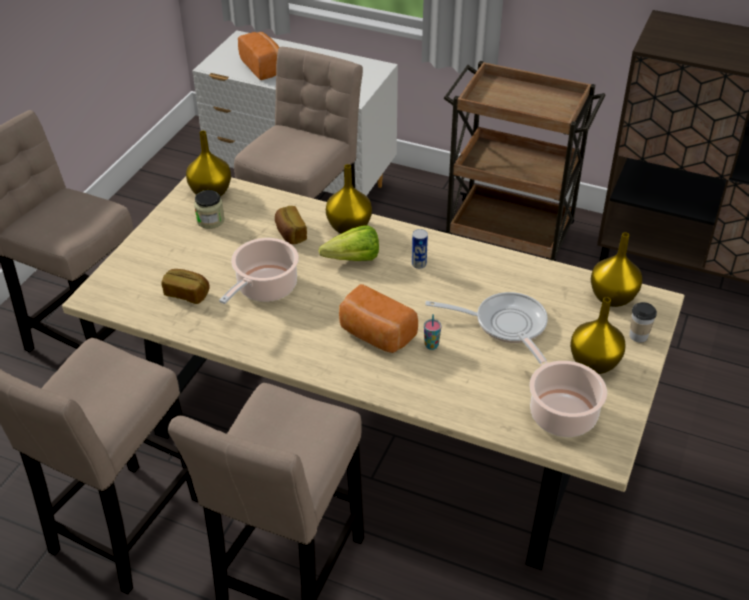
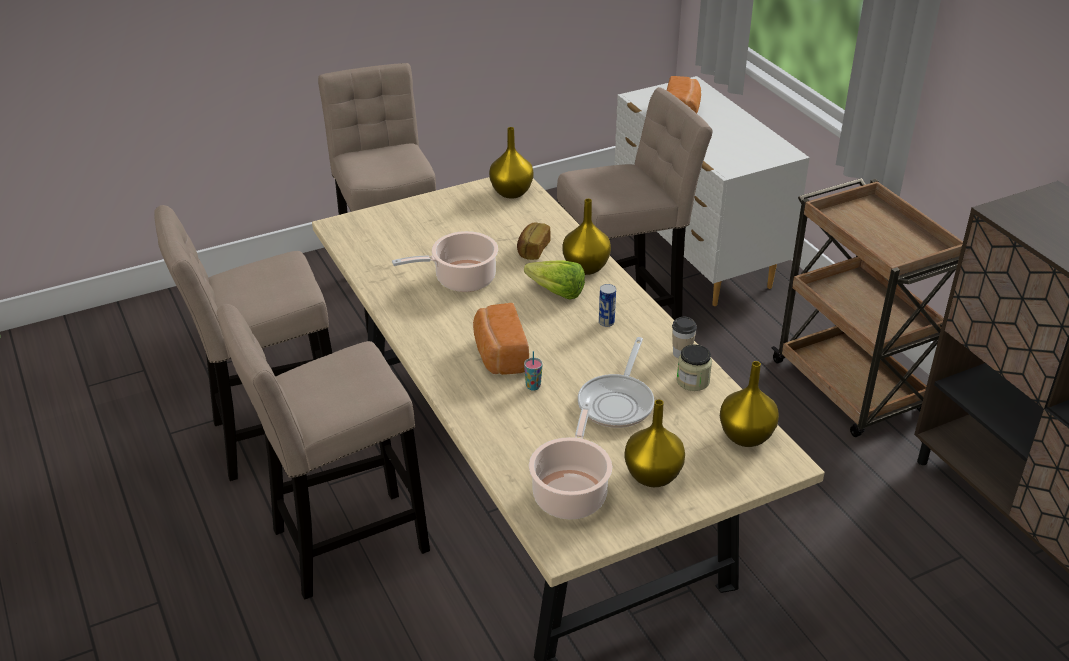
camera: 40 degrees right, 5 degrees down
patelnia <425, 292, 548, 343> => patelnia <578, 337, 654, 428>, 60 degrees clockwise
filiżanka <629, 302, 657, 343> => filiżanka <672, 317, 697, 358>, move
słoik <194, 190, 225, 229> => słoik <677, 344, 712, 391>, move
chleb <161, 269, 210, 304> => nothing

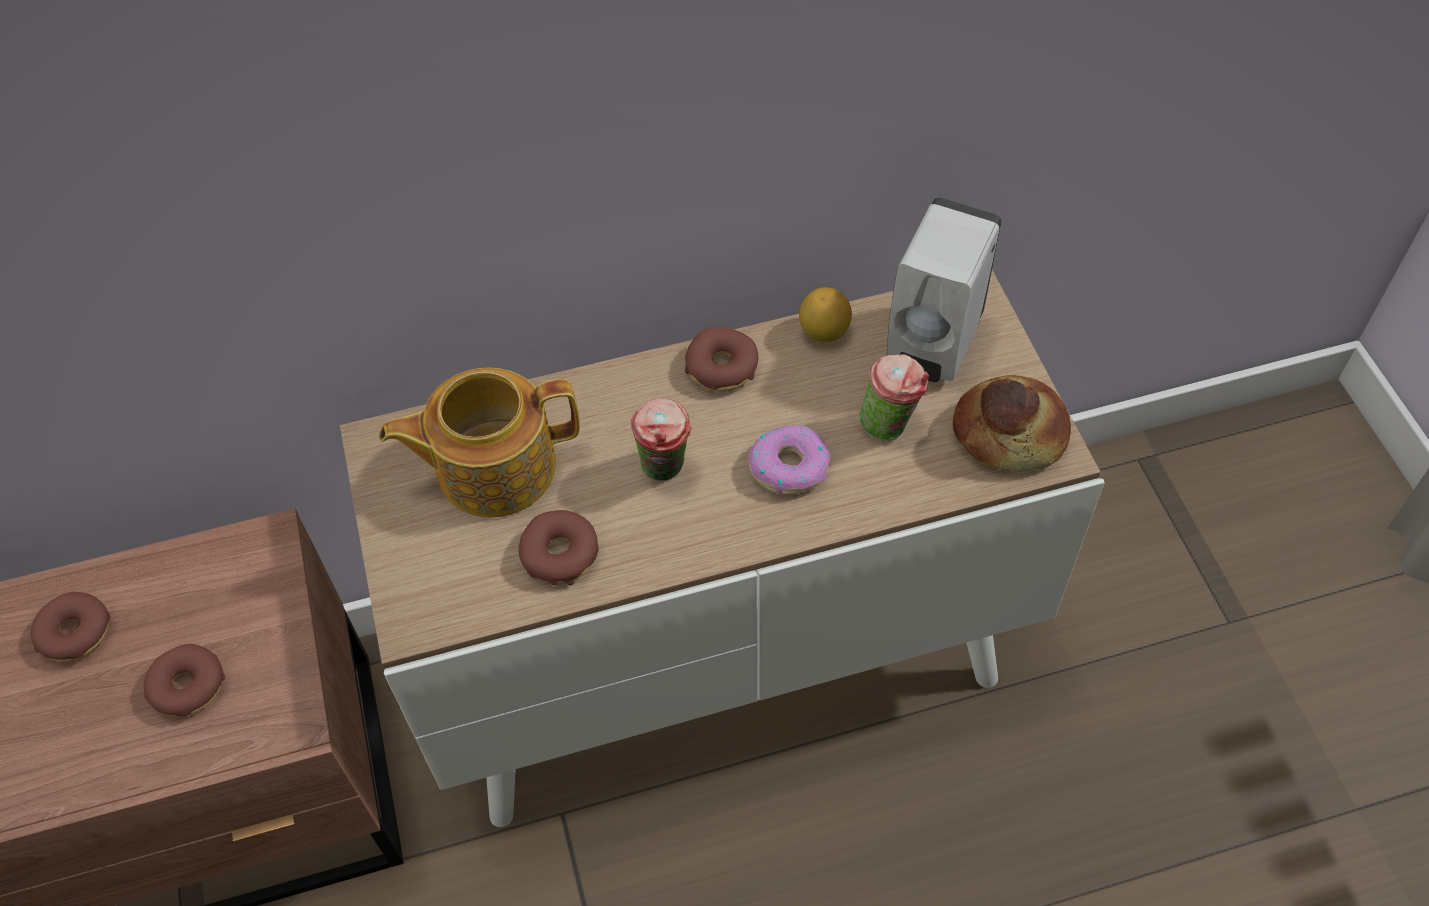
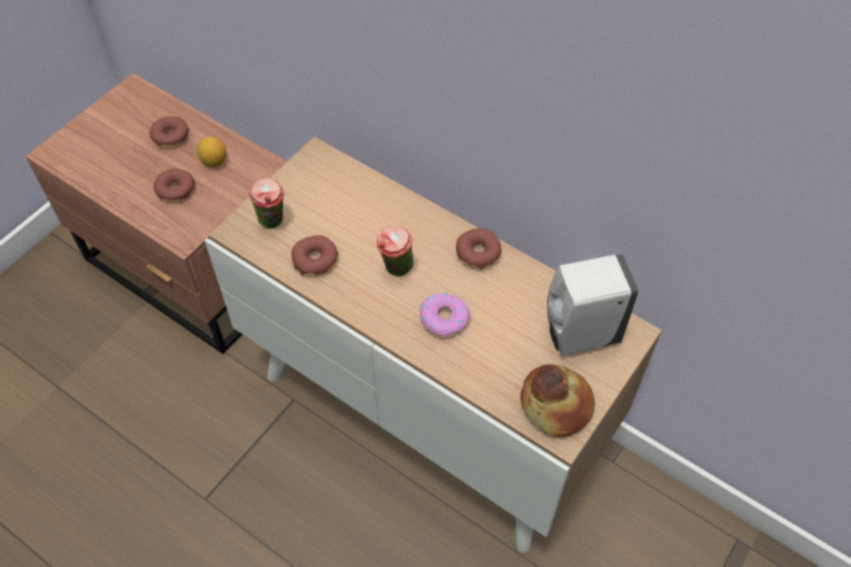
camera: 50 degrees right, 0 degrees up
cytryna <799, 287, 852, 342> => cytryna <197, 137, 226, 167>, move
filiżanka <859, 354, 929, 441> => filiżanka <249, 178, 284, 228>, move
imbryk <379, 368, 580, 517> => nothing

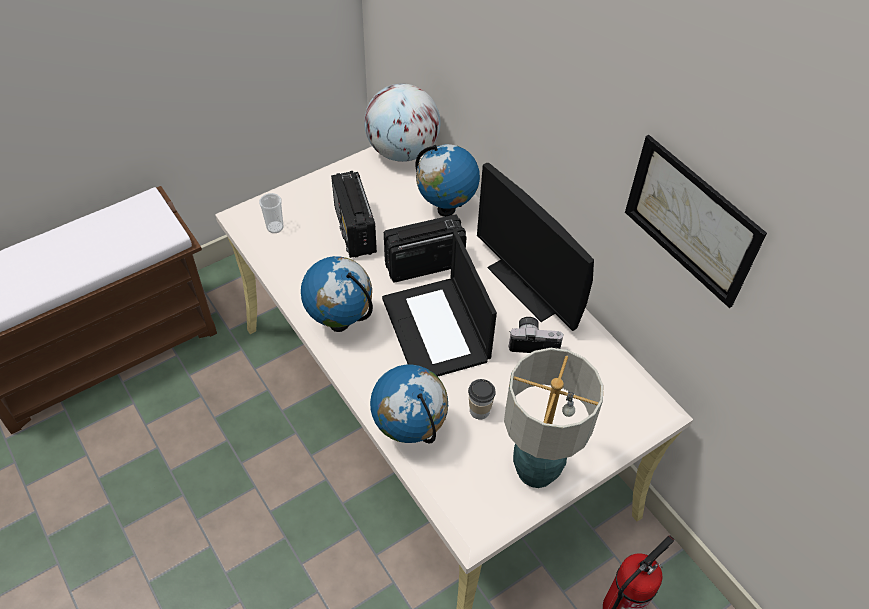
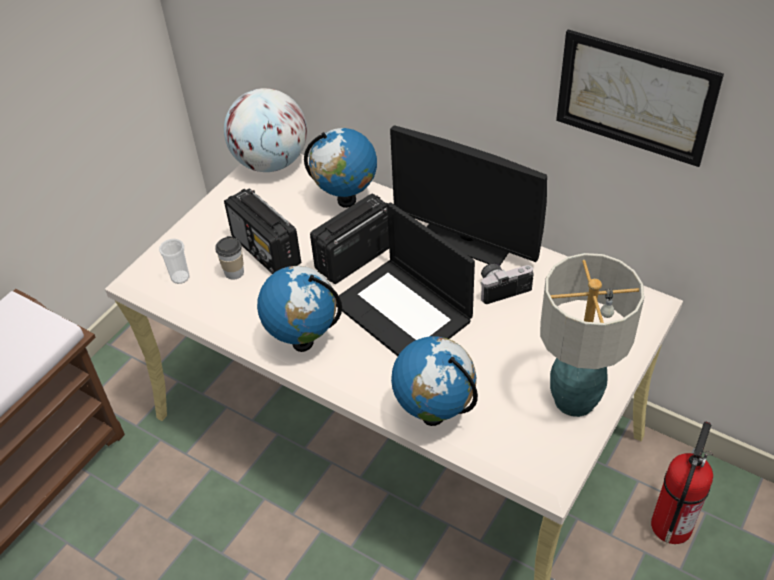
camera: 20 degrees left, 5 degrees down
filiżanka <468, 379, 496, 420> => filiżanka <215, 236, 244, 280>, move

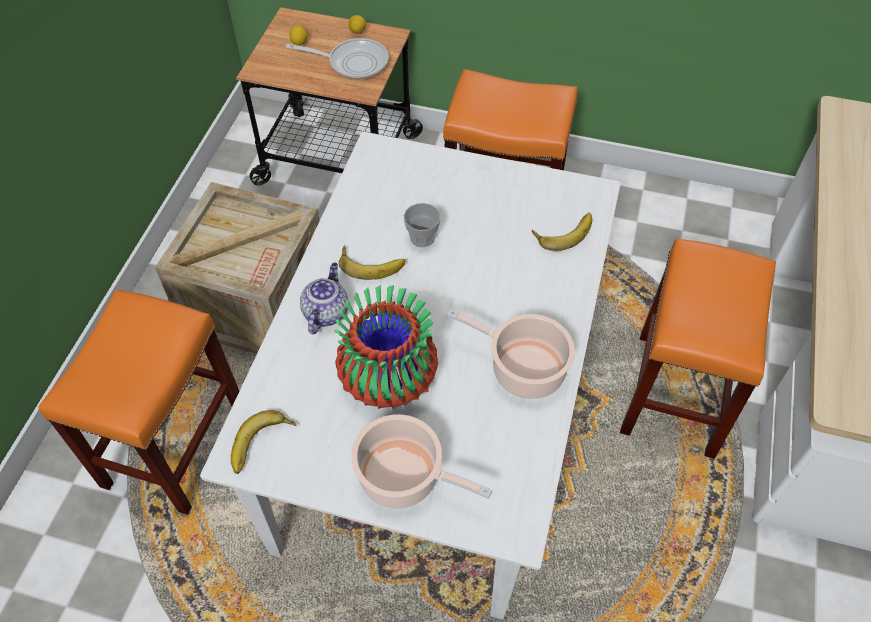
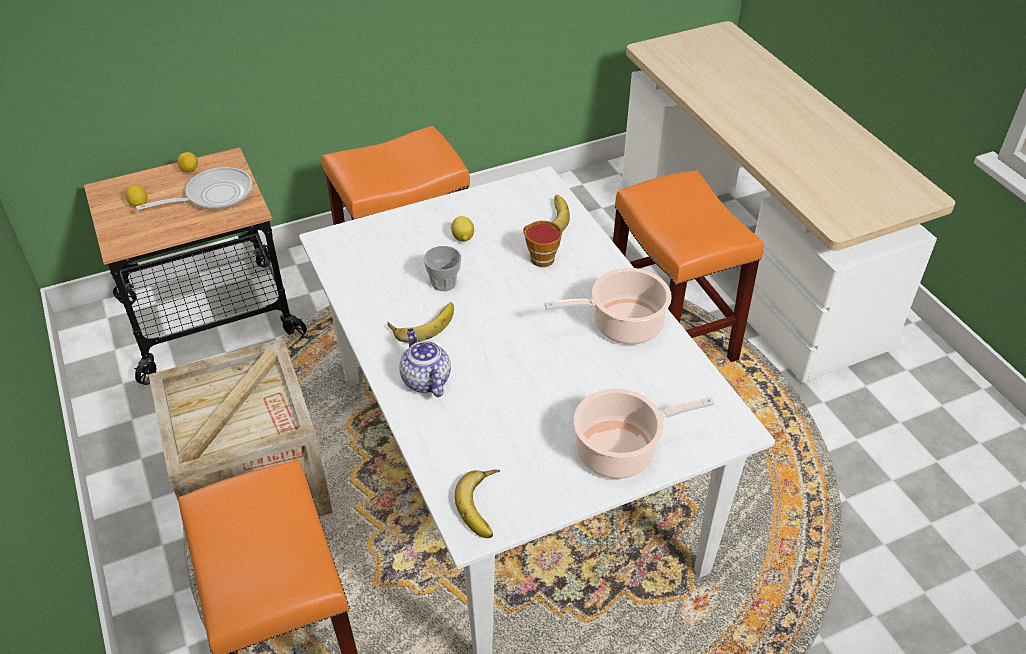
camera: 40 degrees left, 10 degrees down
nothing => cytryna <451, 216, 474, 242>
nothing => filiżanka <523, 221, 562, 267>
wazon <334, 285, 438, 409> => nothing

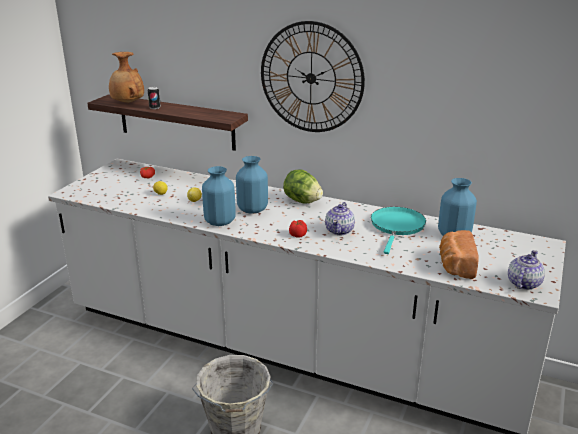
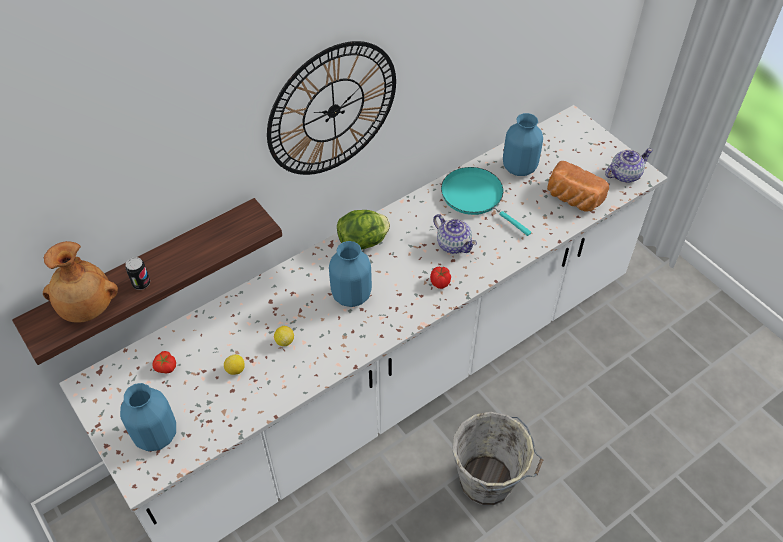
camera: 60 degrees left, 25 degrees up
wazon [niebieski] <202, 166, 236, 226> => wazon [niebieski] <120, 383, 176, 451>, move
imbryk <508, 250, 545, 290> => imbryk <605, 148, 653, 183>, 90 degrees clockwise

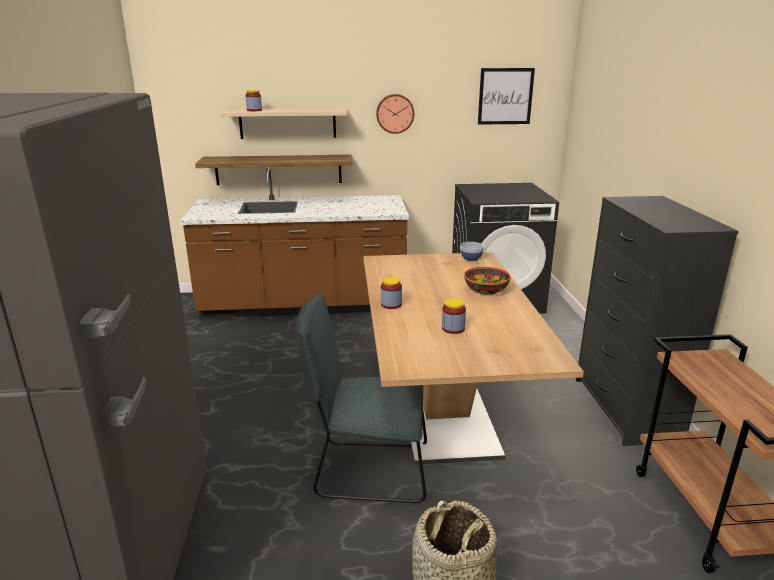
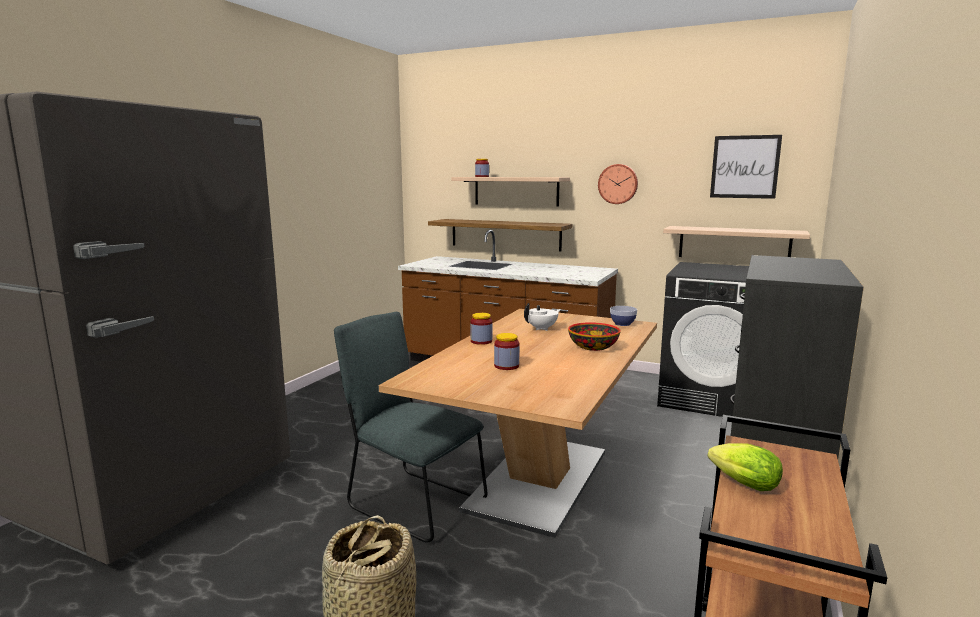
camera: 30 degrees right, 10 degrees down
nothing => imbryk [biały] <524, 303, 561, 331>
nothing => półka <663, 226, 810, 257>
nothing => sałata <708, 443, 783, 491>

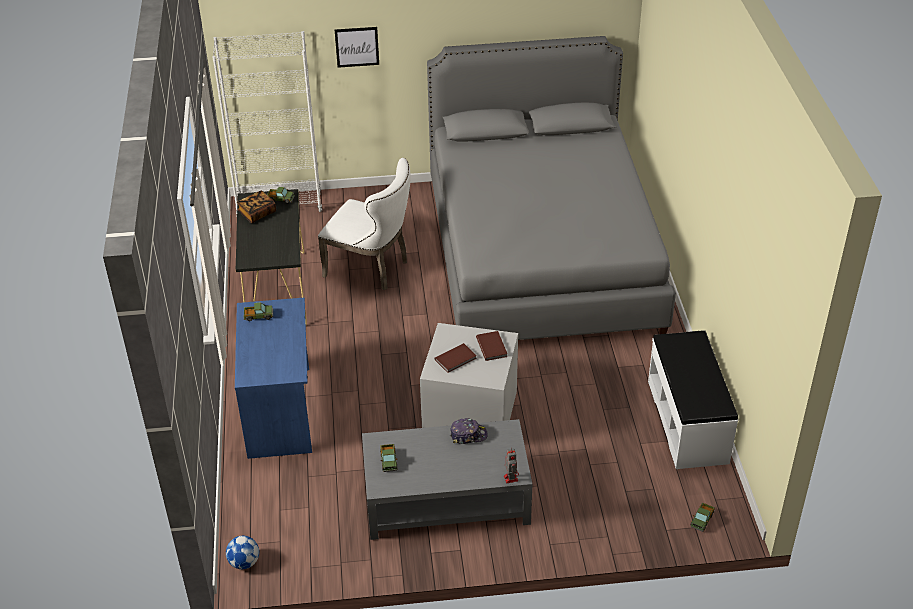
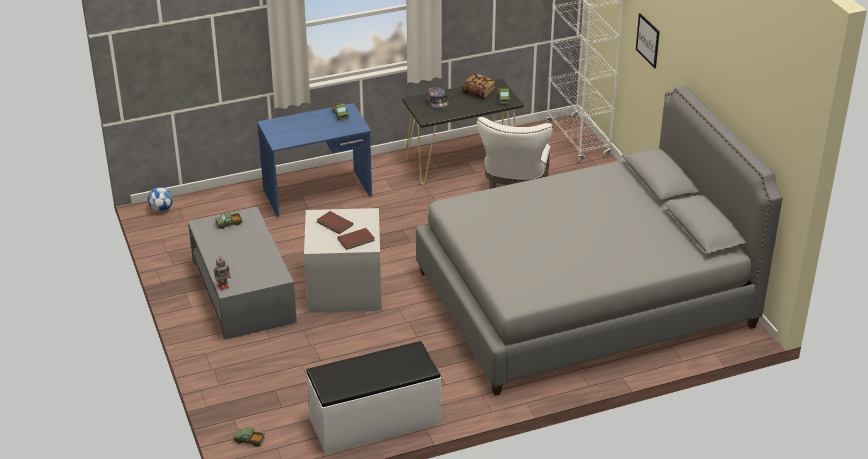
camera: 75 degrees right, 5 degrees down
czapka z daszkiem <450, 418, 488, 444> => czapka z daszkiem <426, 87, 449, 109>, move

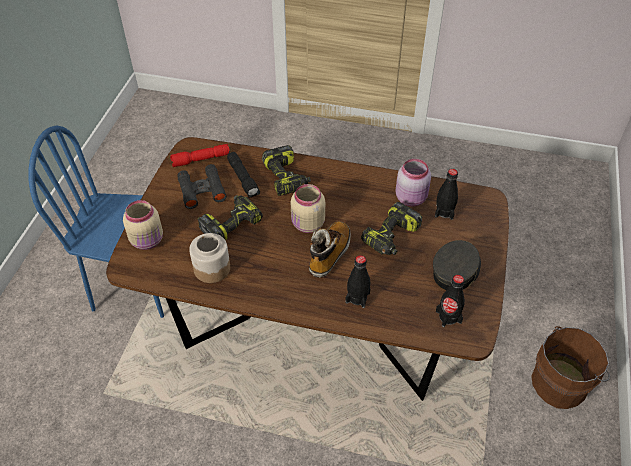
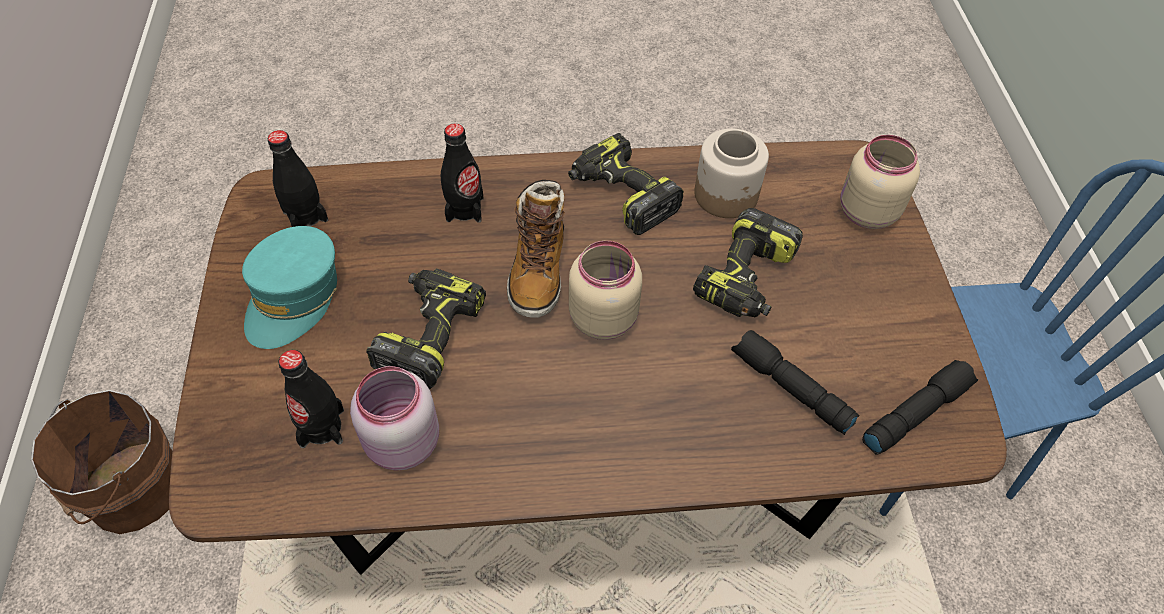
camera: 160 degrees right, 5 degrees up
czapka z daszkiem [szary] <433, 240, 481, 290> => czapka z daszkiem [turkusowy] <242, 226, 337, 349>
wiertarka <262, 145, 311, 196> => wiertarka <568, 133, 684, 235>, move
latarka [czerwony] <170, 144, 230, 167> => latarka [czarny] <862, 360, 978, 455>
lornetka [czarny] <177, 164, 227, 209> => nothing

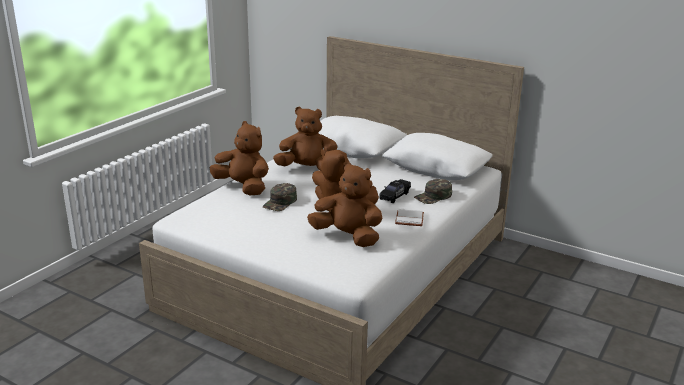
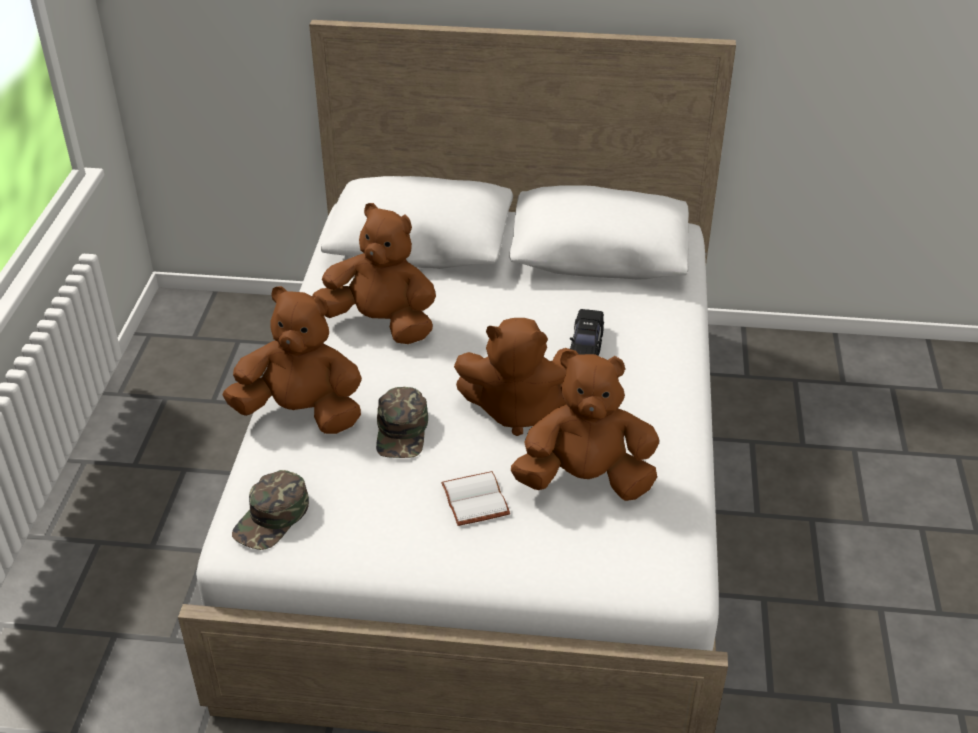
camera: 25 degrees left, 15 degrees up
czapka z daszkiem [zielony] <414, 179, 452, 204> => czapka z daszkiem [zielony] <232, 470, 309, 550>, move
pluszak [brązowy] <273, 107, 337, 171> => pluszak [brązowy] <312, 203, 436, 344>, 45 degrees clockwise
książka [biały] <395, 209, 424, 226> => książka [biały] <441, 471, 510, 526>, move

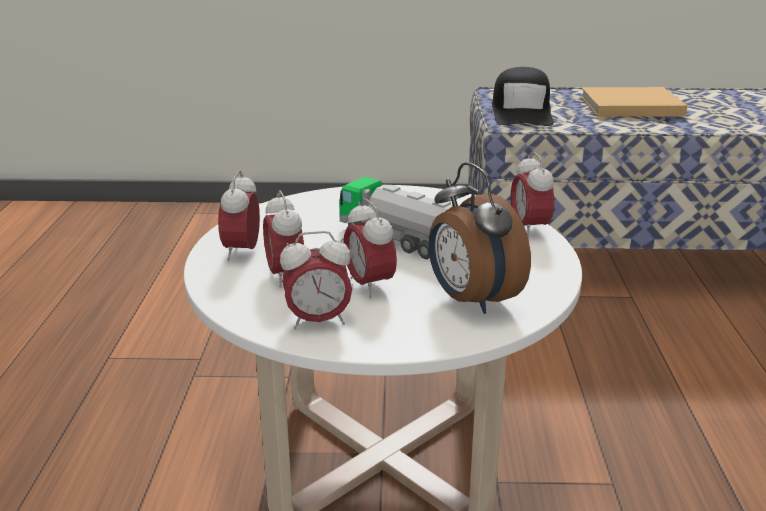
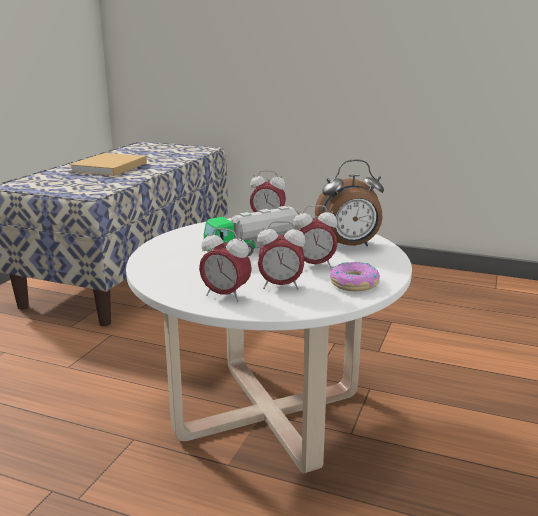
camera: 70 degrees left, 5 degrees down
budzik <280, 231, 352, 329> => donut <330, 262, 380, 291>
czapka z daszkiem [czarny] <492, 67, 554, 126> => nothing

